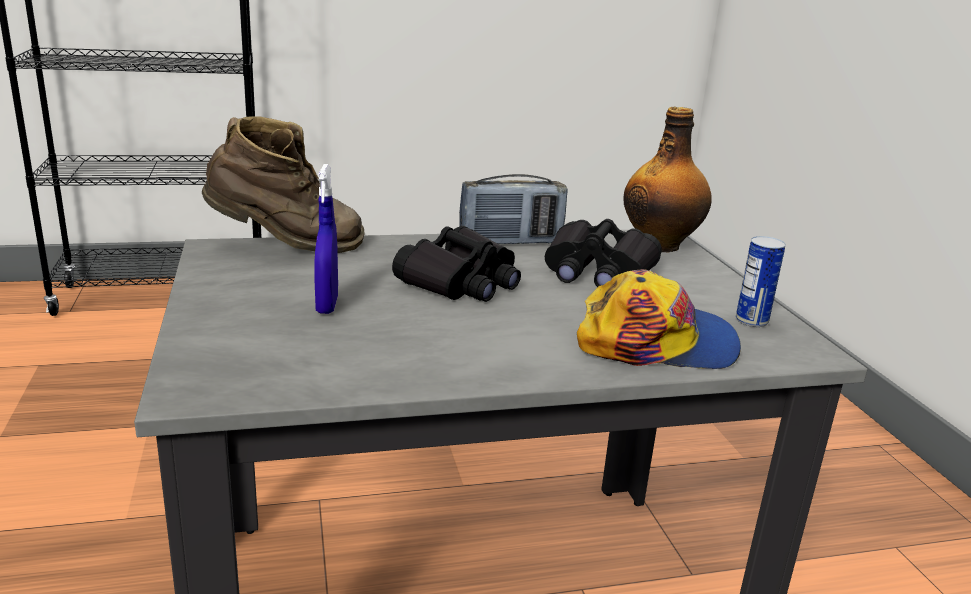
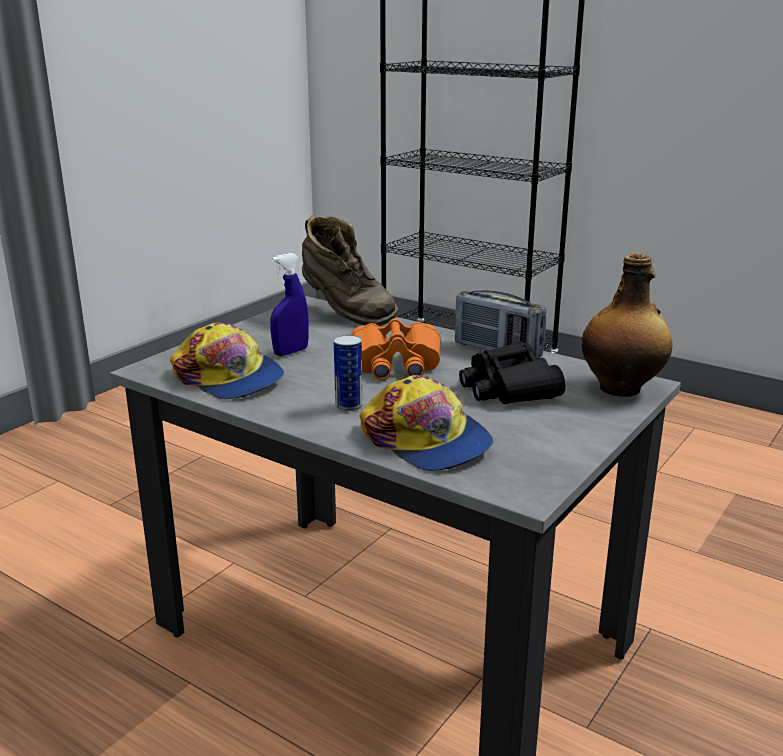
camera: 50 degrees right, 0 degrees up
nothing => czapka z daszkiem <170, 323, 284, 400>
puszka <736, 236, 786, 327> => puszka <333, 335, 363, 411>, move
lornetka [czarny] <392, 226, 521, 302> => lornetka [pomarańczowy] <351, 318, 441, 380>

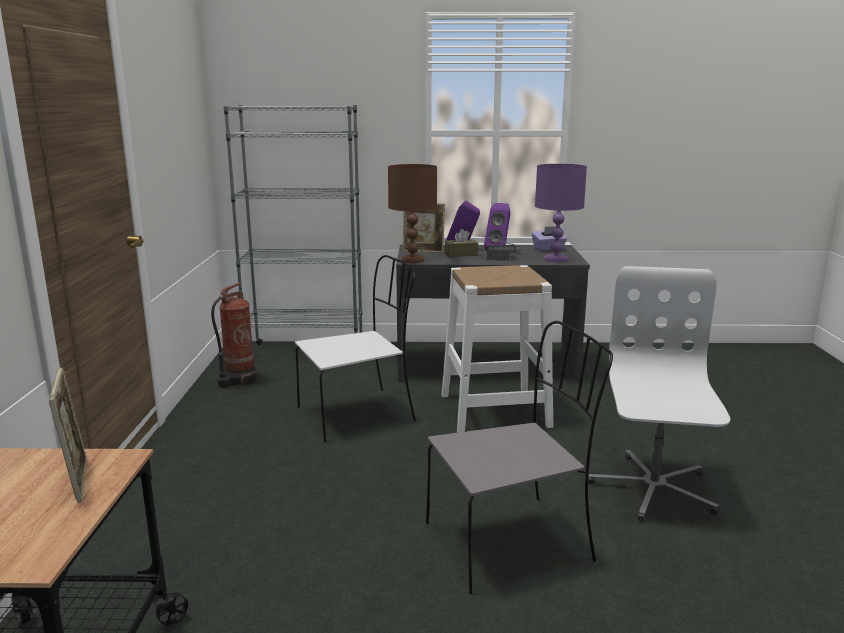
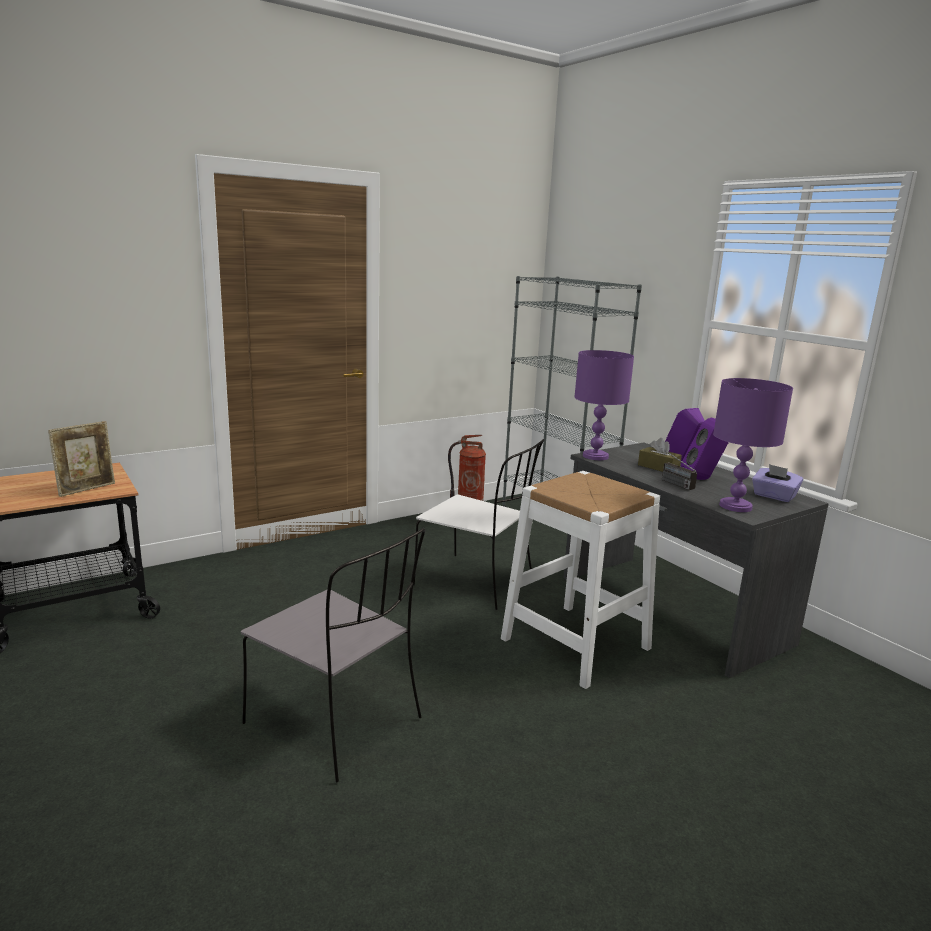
camera: 55 degrees right, 0 degrees up
lampa stołowa [brązowy] <388, 164, 437, 263> => lampa stołowa [fioletowy] <574, 350, 634, 460>
ramka na zdjęcie <403, 204, 445, 253> => nothing
krzesło biurowe [biały] <588, 266, 730, 521> => nothing

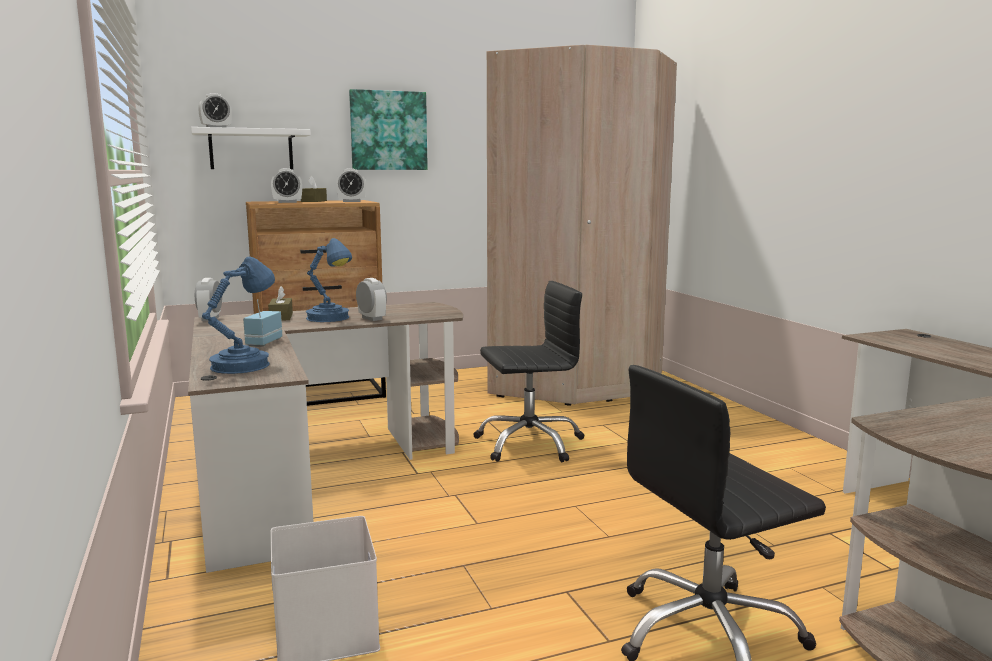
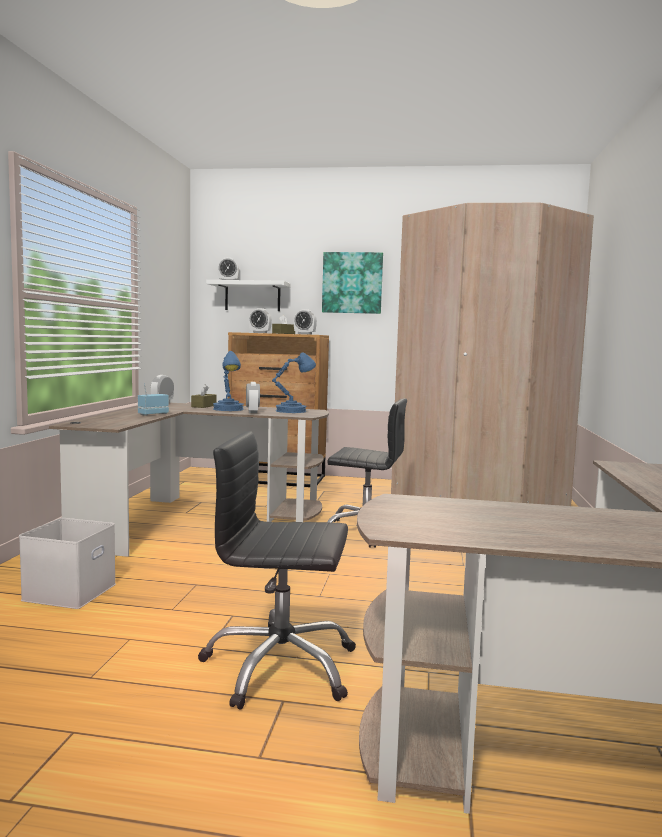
camera: 30 degrees right, 5 degrees down
lampa stołowa [niebieski] <202, 256, 275, 374> => lampa stołowa [niebieski] <272, 353, 316, 413>, move

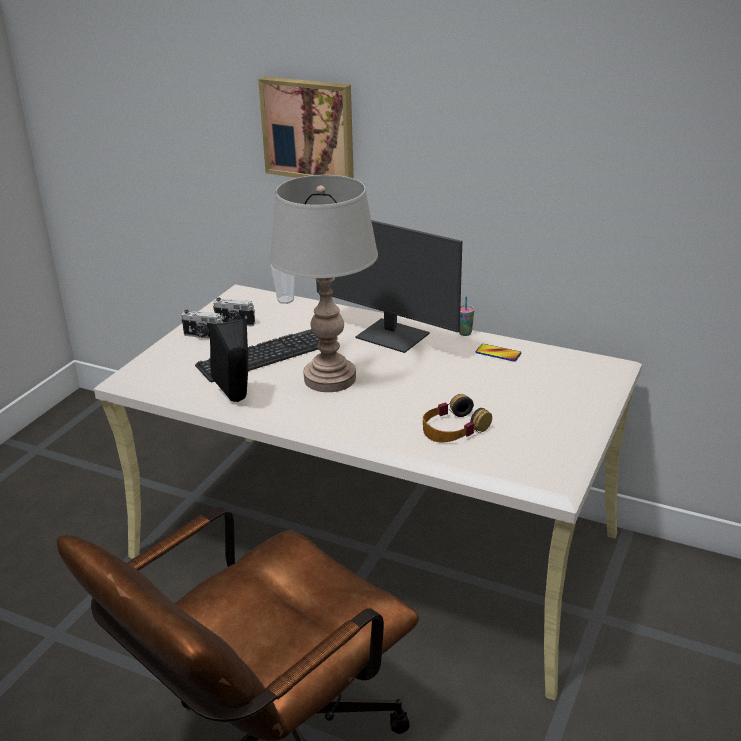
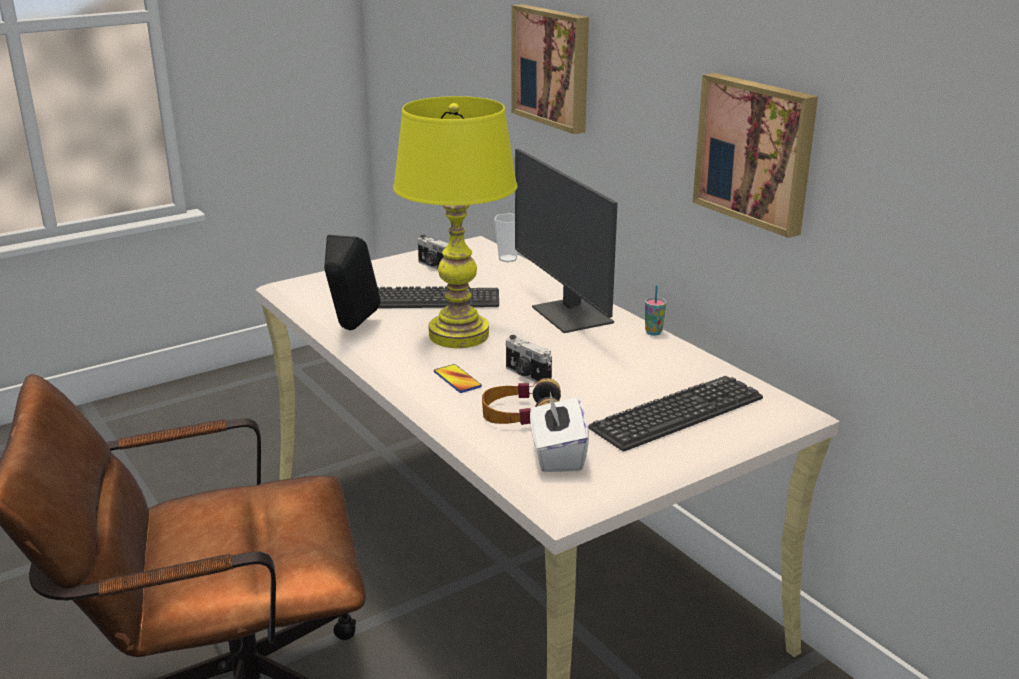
camera: 30 degrees right, 5 degrees down
lampa stołowa [szary] <270, 175, 378, 392> => lampa stołowa [żółty] <393, 96, 518, 348>
telefon <475, 344, 521, 362> => telefon <434, 364, 482, 393>, move
aparat fotograficzny <181, 310, 223, 339> => aparat fotograficzny <506, 335, 552, 383>, move
nothing => pudełko chusteczek [biały] <530, 392, 589, 472>
nothing => klawiatura <588, 376, 763, 451>
nothing => obraz <693, 73, 818, 238>

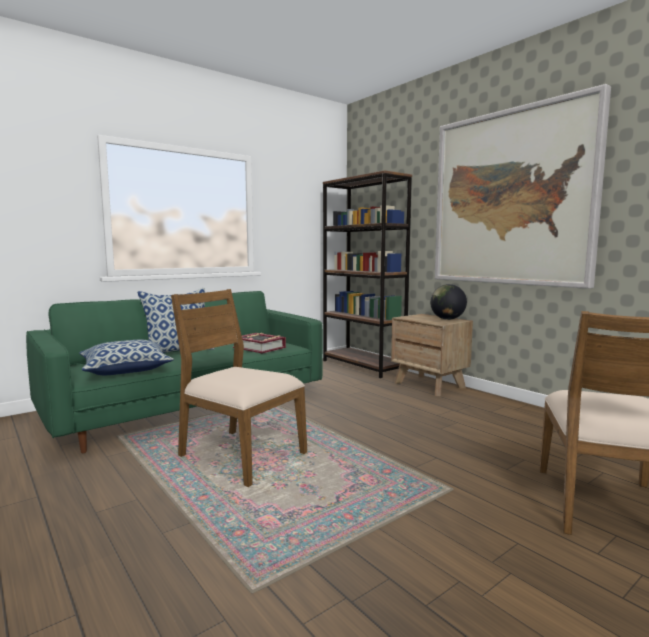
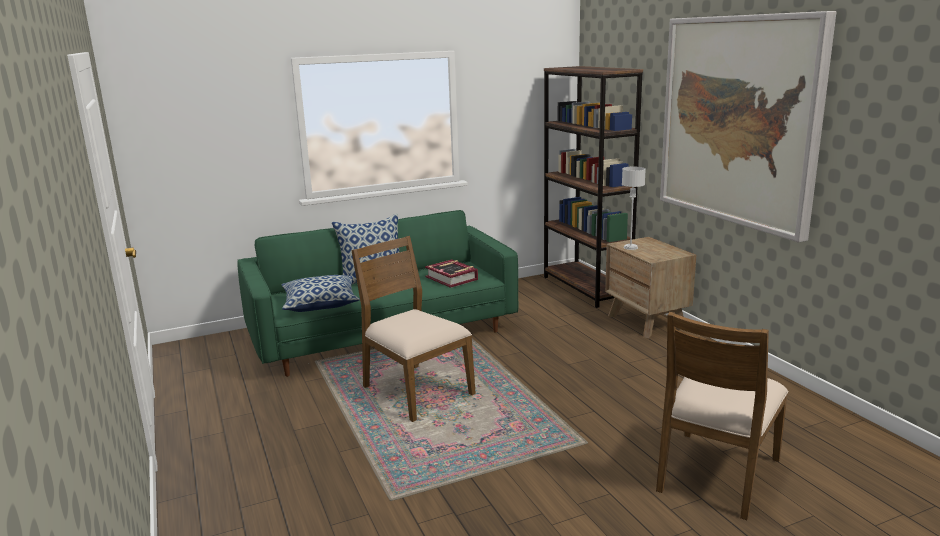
camera: 15 degrees right, 10 degrees up
nothing => lampa stołowa [szary] <622, 167, 646, 250>
globus <430, 284, 467, 320> => nothing

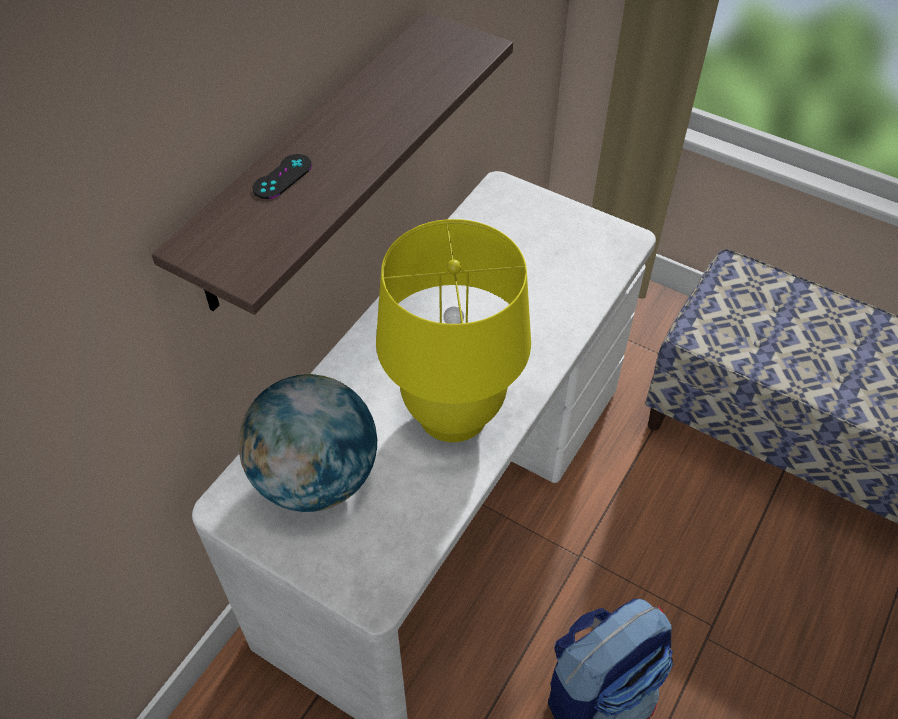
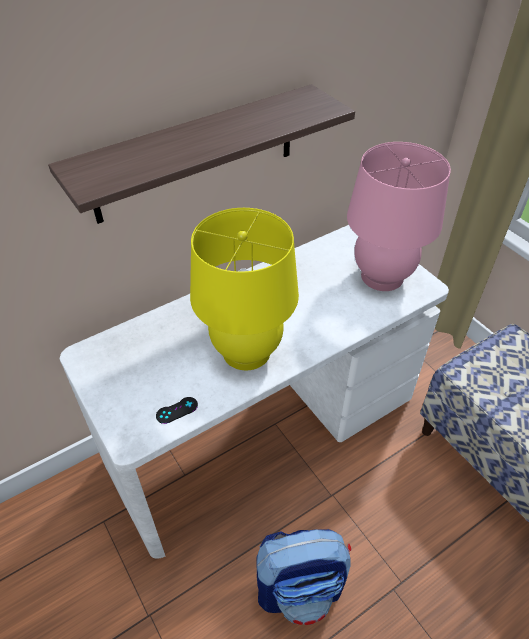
camera: 25 degrees right, 5 degrees down
pad do gier [czarny] <252, 154, 312, 199> => pad do gier [czarny] <156, 397, 198, 424>, move
nothing => lampa stołowa [różowy] <347, 142, 451, 291>
globus <239, 374, 377, 512> => nothing

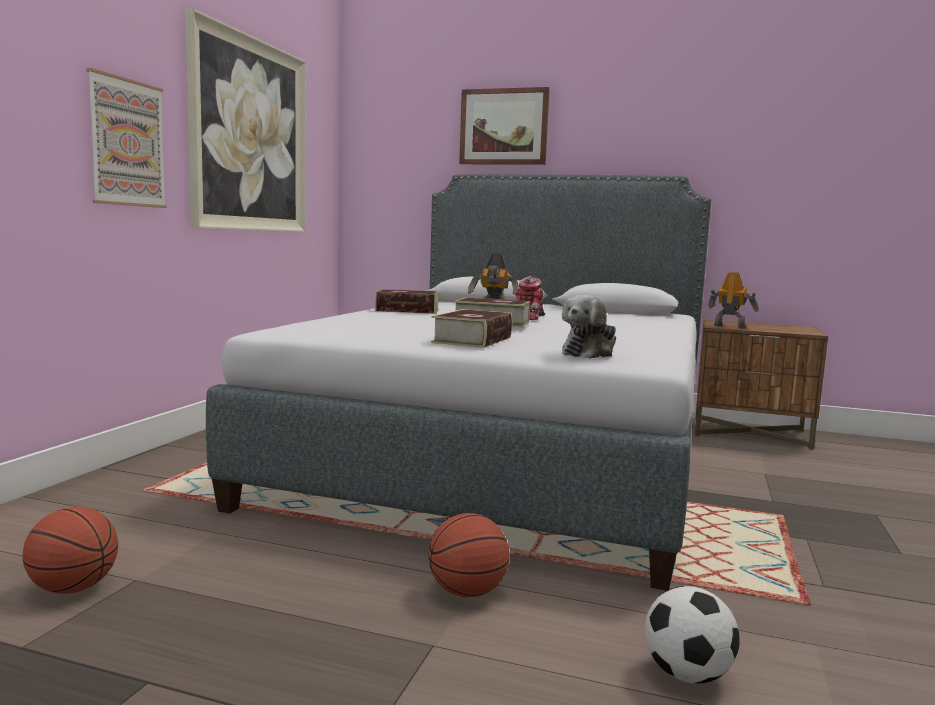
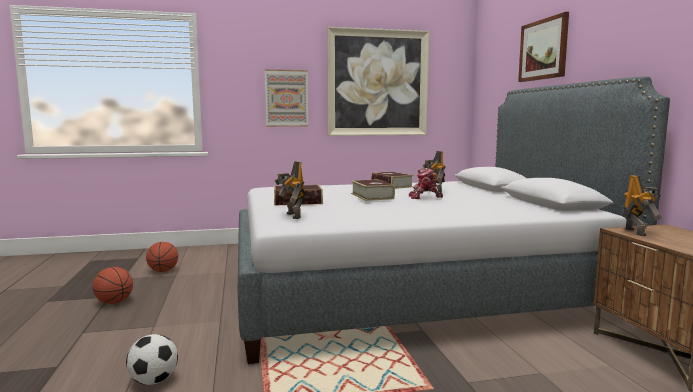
camera: 60 degrees right, 0 degrees up
piłka do koszykówki <428, 513, 509, 597> => piłka do koszykówki <93, 267, 133, 304>, move
pluszak <562, 295, 616, 359> => robot zabawkowy <274, 161, 305, 219>

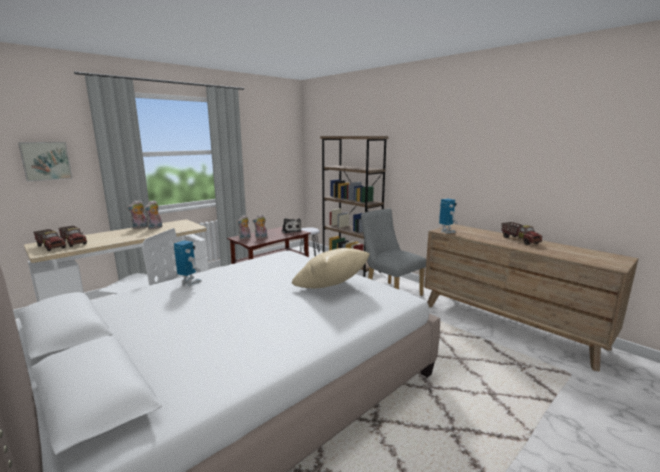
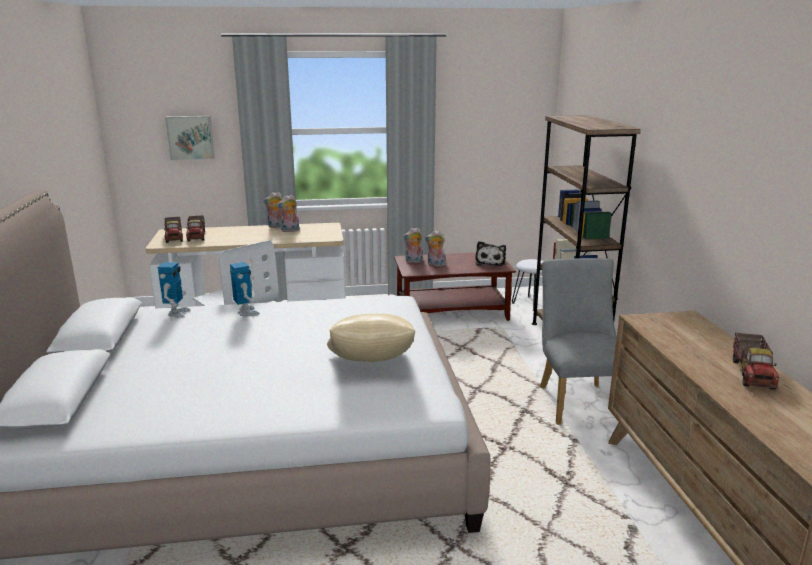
camera: 35 degrees right, 5 degrees up
robot zabawkowy <438, 198, 458, 233> => robot zabawkowy <158, 262, 191, 318>, move

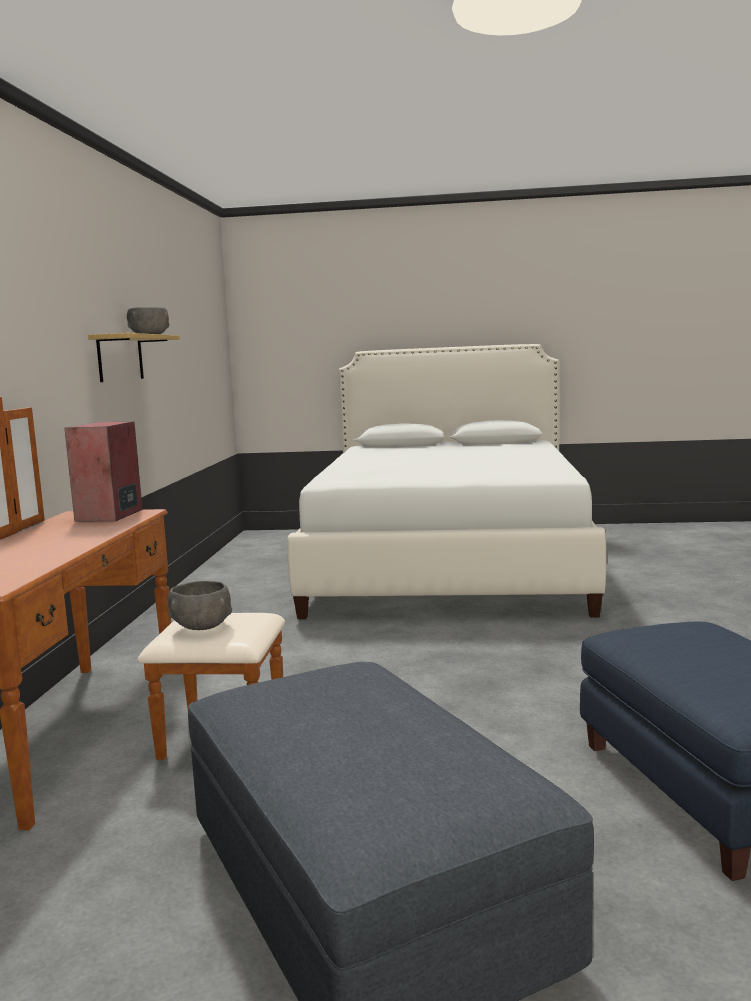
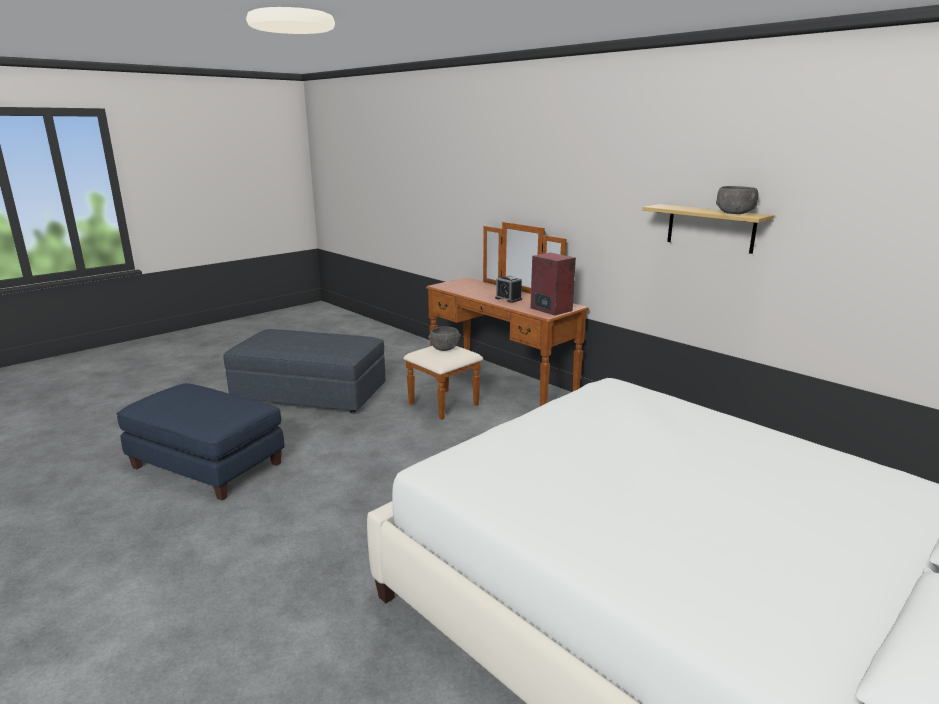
camera: 130 degrees right, 10 degrees up
nothing => budzik <495, 276, 522, 303>

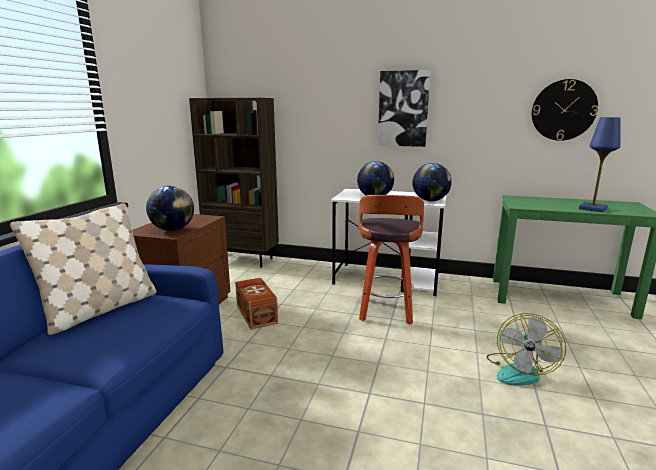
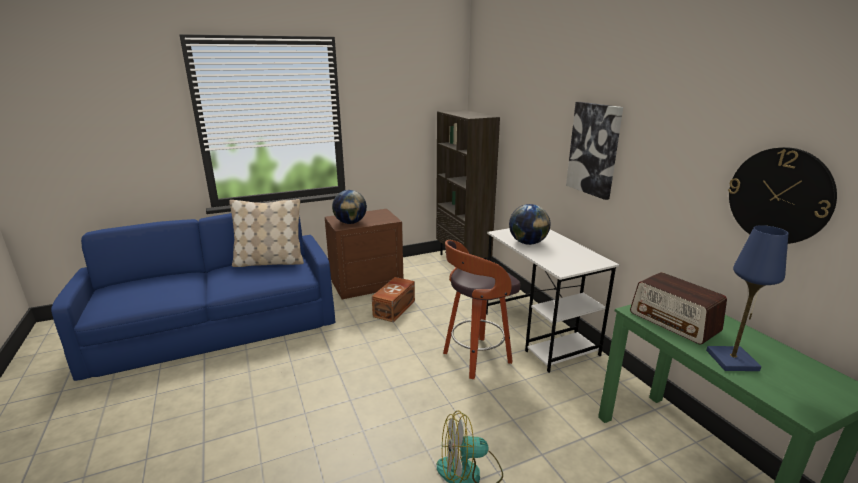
camera: 50 degrees right, 5 degrees up
nothing => radio <630, 272, 727, 345>
globus <412, 163, 452, 201> => nothing

